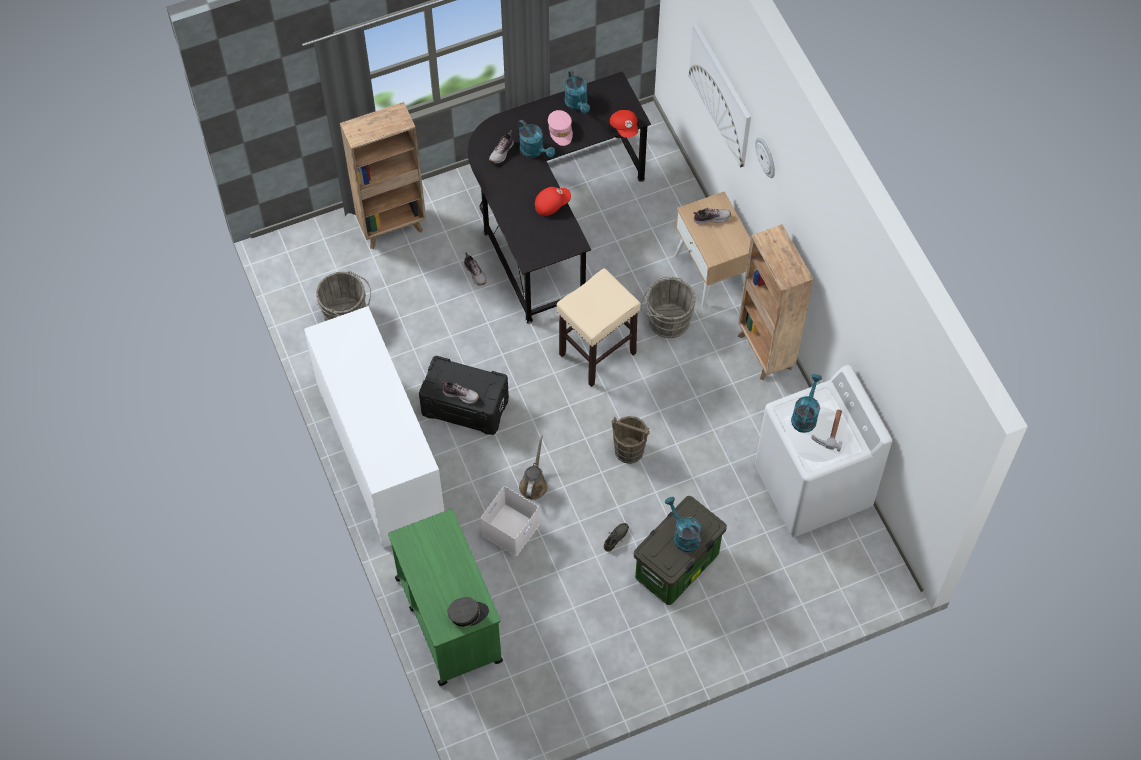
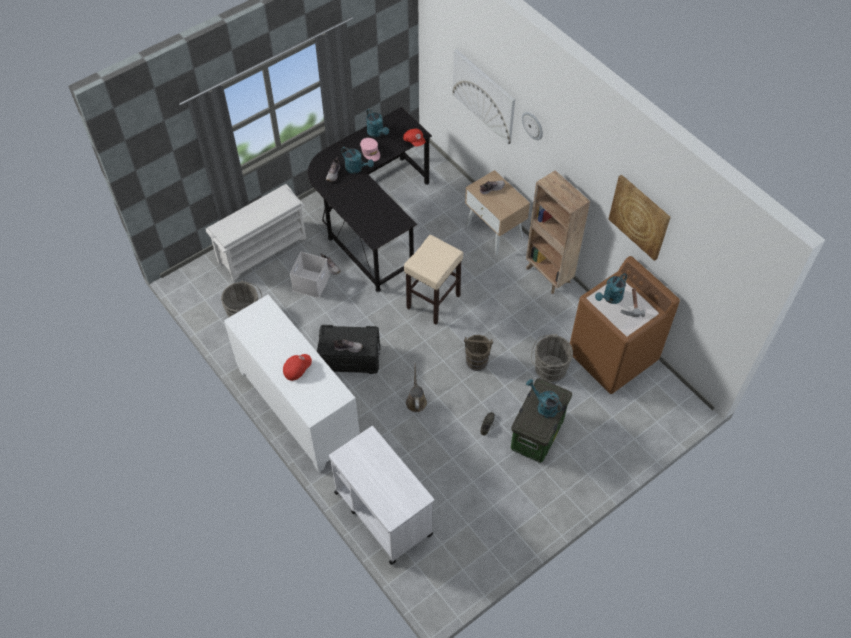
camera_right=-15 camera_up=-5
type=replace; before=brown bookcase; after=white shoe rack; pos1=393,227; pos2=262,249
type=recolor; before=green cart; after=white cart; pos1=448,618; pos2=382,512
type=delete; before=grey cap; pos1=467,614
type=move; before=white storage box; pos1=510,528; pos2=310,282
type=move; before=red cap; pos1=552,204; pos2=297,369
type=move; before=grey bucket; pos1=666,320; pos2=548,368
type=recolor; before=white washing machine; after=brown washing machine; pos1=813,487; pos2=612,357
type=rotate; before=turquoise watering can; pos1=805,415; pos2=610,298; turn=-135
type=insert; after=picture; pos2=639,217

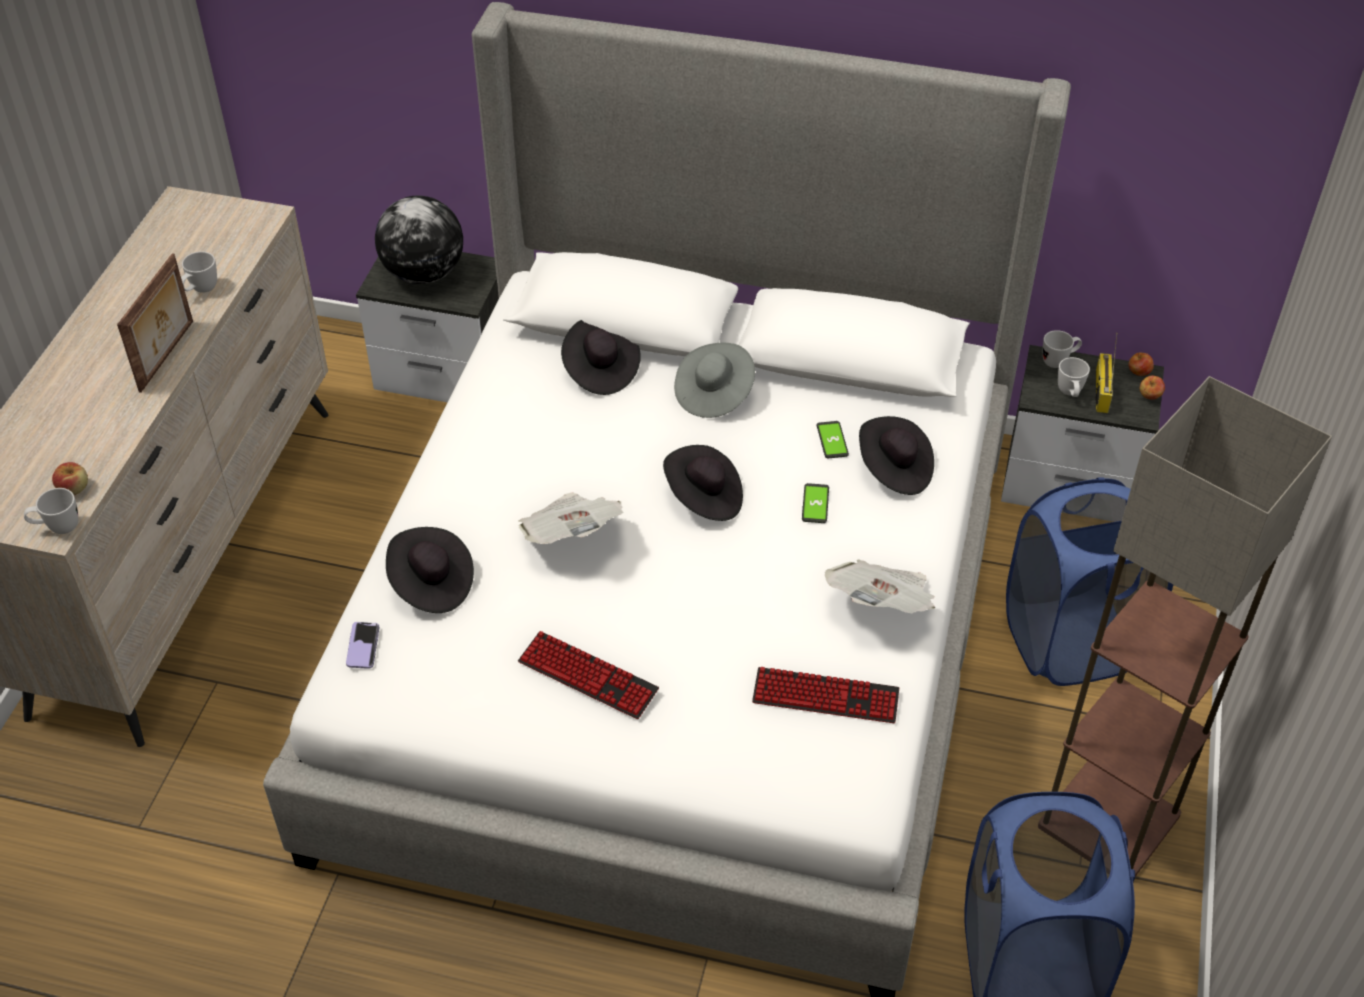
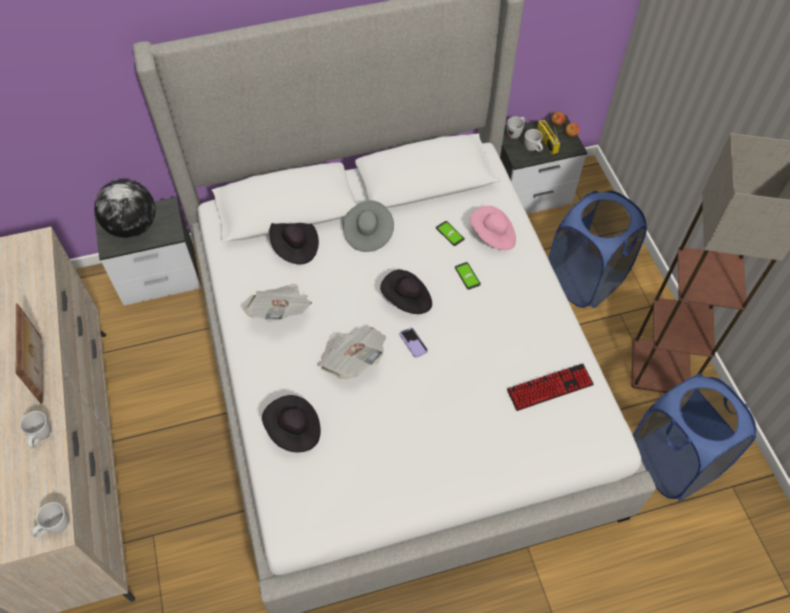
camera_right=-30 camera_up=10
type=delete; before=apple; pos1=74,488
type=move; before=white mug; pos1=200,290; pos2=41,437
type=move; before=phone; pos1=363,646; pos2=413,343
type=delete; before=keyboard; pos1=588,676
type=move; before=newspaper; pos1=882,605; pos2=281,311
type=recolor; before=black hat; after=pink hat; pos1=894,470; pos2=493,236

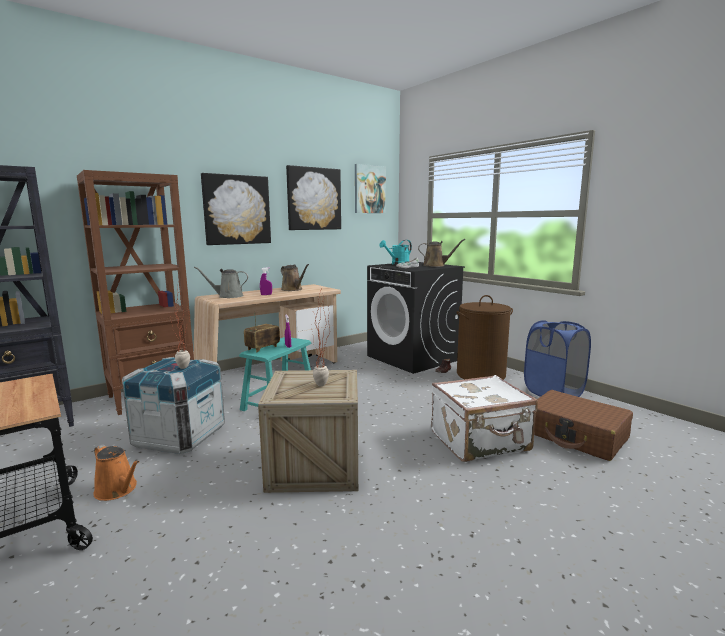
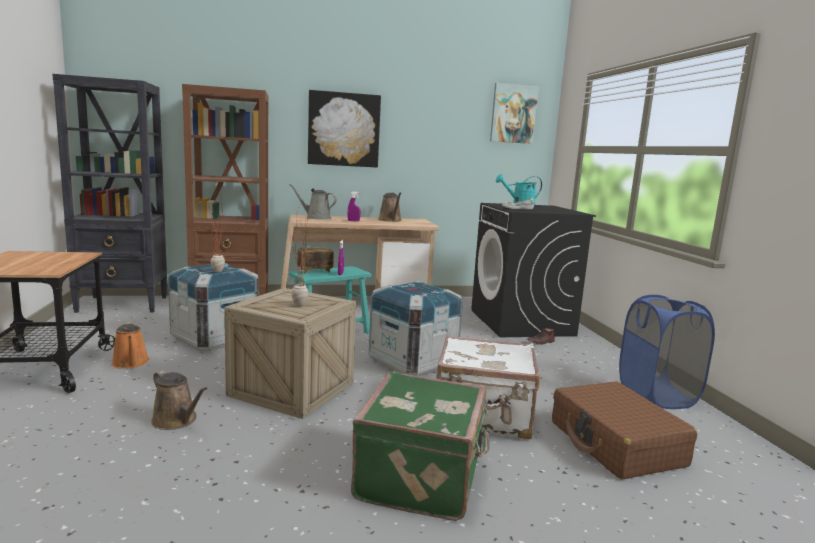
camera_right=25 camera_up=0
type=delete; before=picture; pos1=314,199
type=move; before=brown watering can; pos1=436,265; pos2=177,421
type=delete; before=brown laundry basket; pos1=481,375
type=insert; after=green suitcase; pos2=422,477
type=insert; after=crate; pos2=412,362

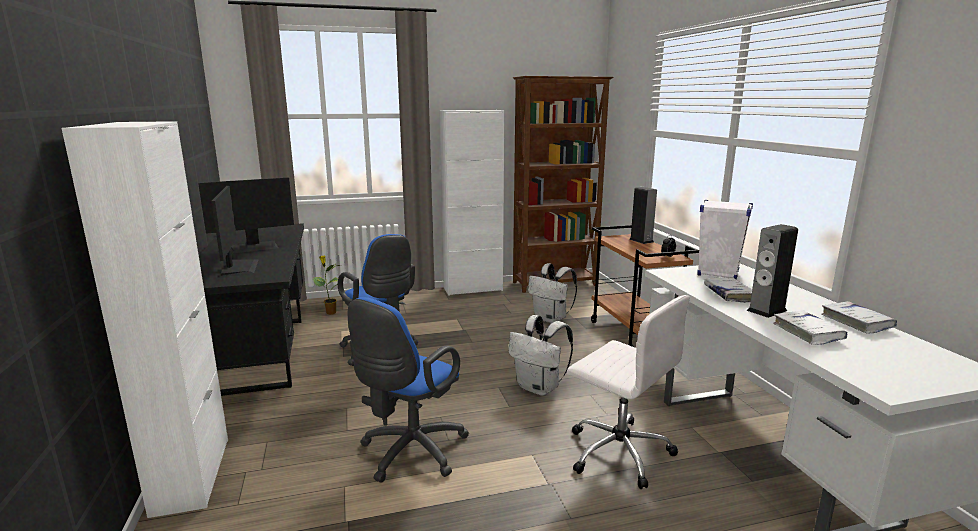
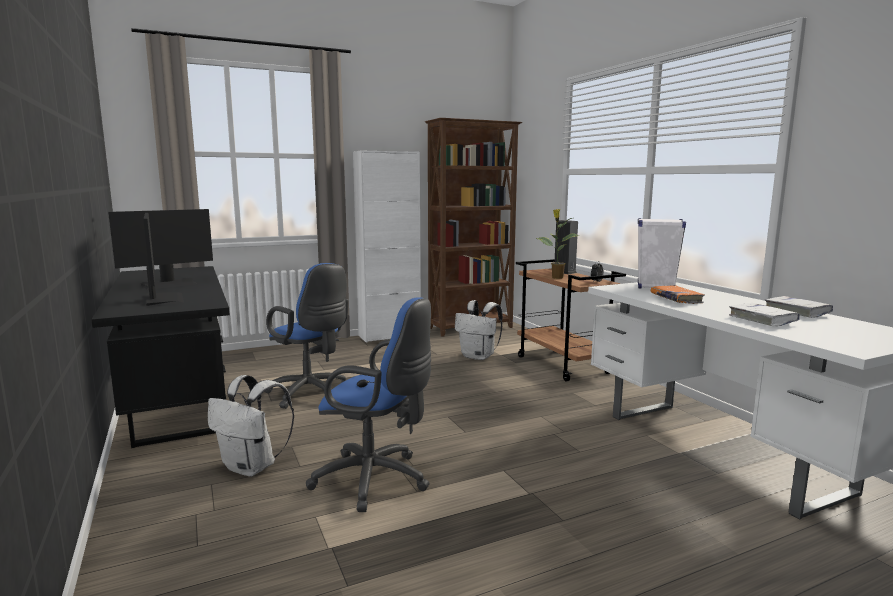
camera_right=-10 camera_up=-5
type=delete; before=white cabinet; pos1=192,475
type=move; before=potted plant; pos1=330,312; pos2=556,277
type=rotate; before=blue office chair; pos1=410,453; pos2=376,480; turn=-90
type=move; before=white backpack; pos1=539,388; pos2=252,467
type=delete; before=white office chair; pos1=618,451
type=recolor; before=white book; after=orange book; pos1=728,294; pos2=676,299
type=delete; before=speaker; pos1=766,310

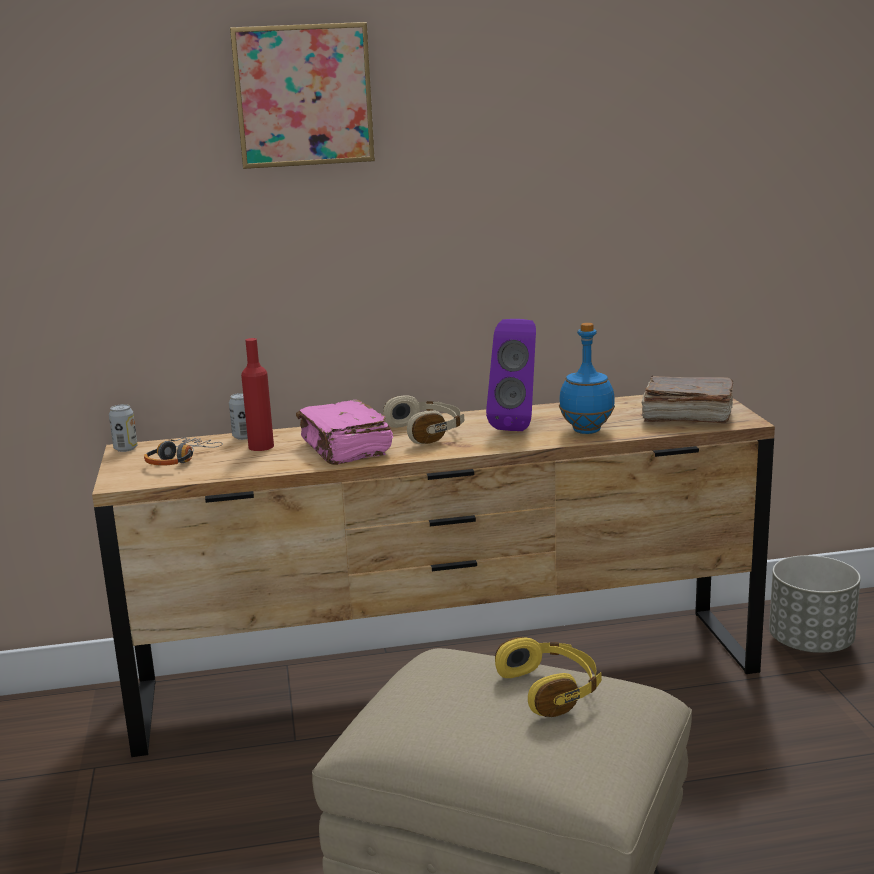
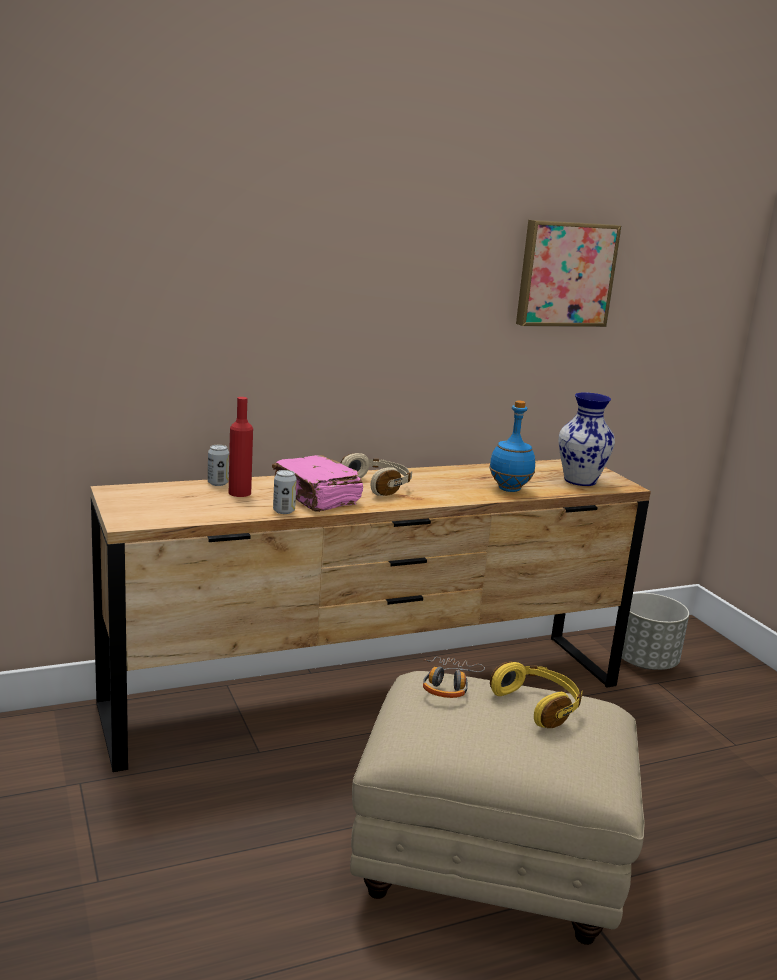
camera_right=-15 camera_up=0
type=move; before=can; pos1=125,448; pos2=284,511
type=move; before=headphones; pos1=179,459; pos2=448,684
type=move; before=picture; pos1=303,95; pos2=565,274
type=delete; before=purple speaker; pos1=518,425
type=replace; before=brown book; after=vase; pos1=686,416; pos2=579,480

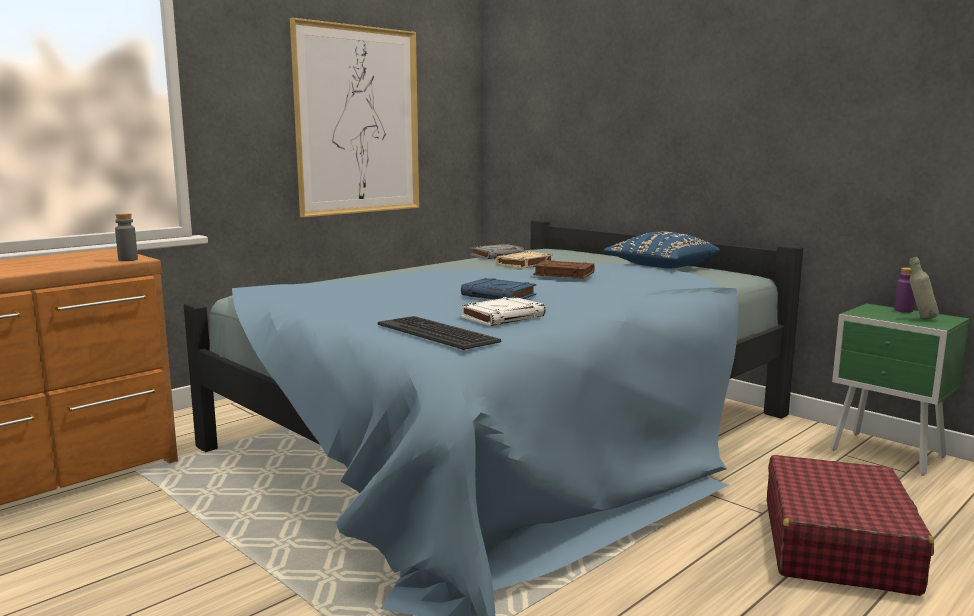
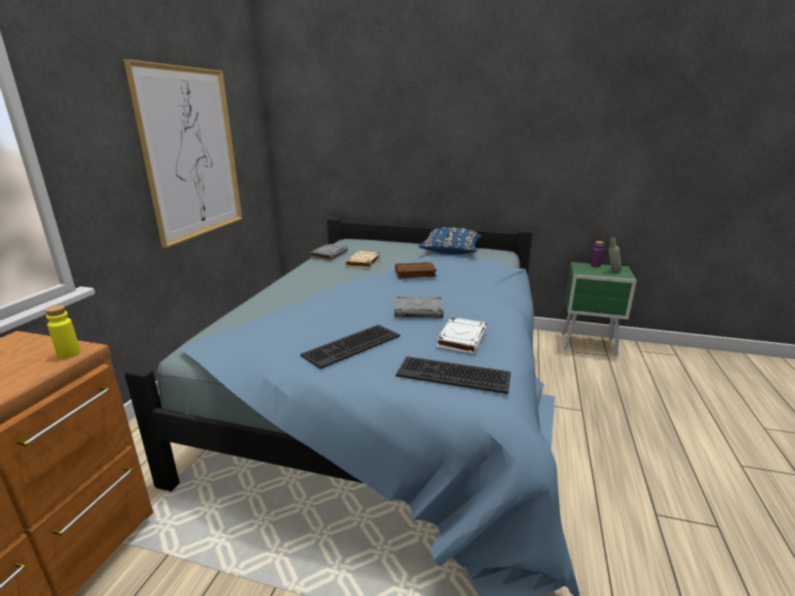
camera_right=-30 camera_up=10
type=recolor; before=grey bottle; after=yellow bottle; pos1=128,260; pos2=69,353
type=recolor; before=blue book; after=grey book; pos1=499,295; pos2=419,311
type=delete; before=red suitcase; pos1=837,545
type=insert; after=keyboard; pos2=351,346

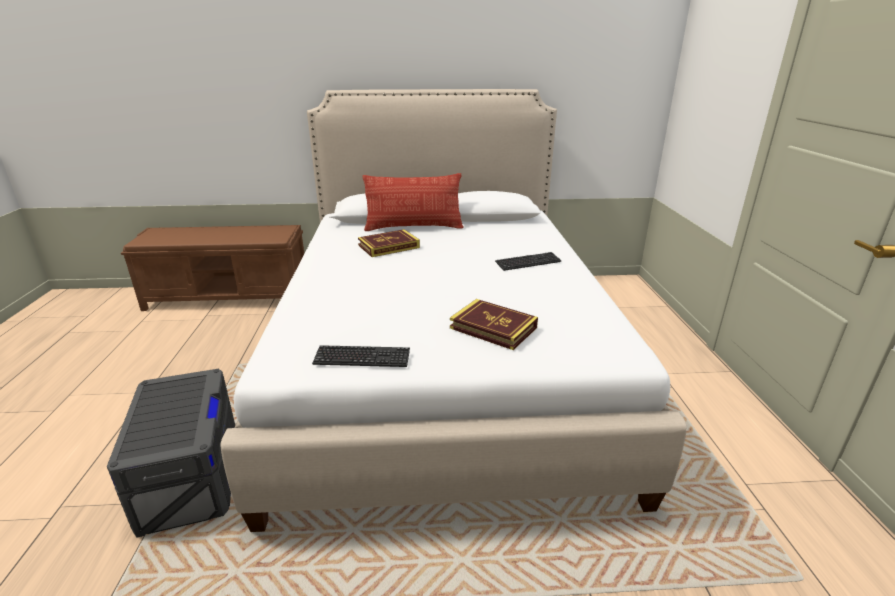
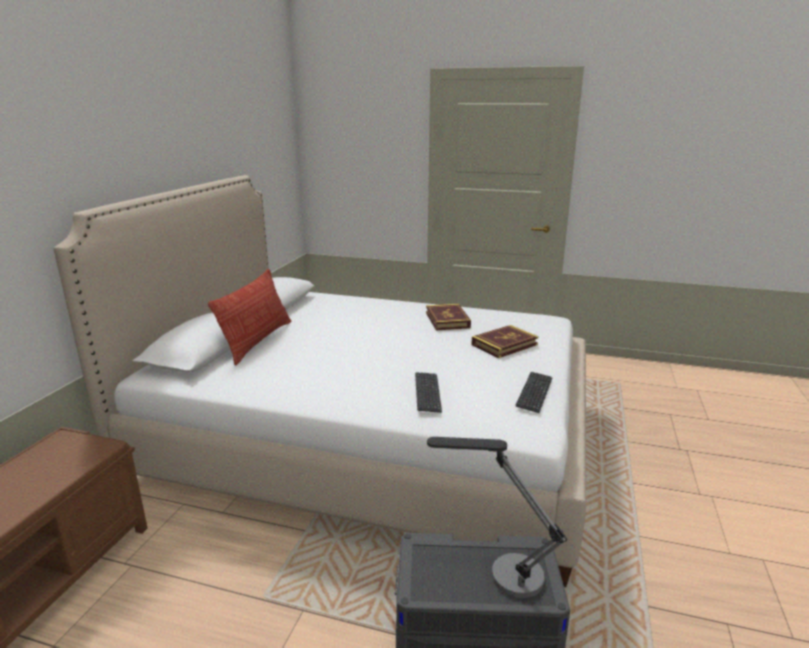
camera_right=-70 camera_up=-5
type=move; before=book; pos1=389,246; pos2=447,320
type=move; before=keyboard; pos1=528,262; pos2=427,393
type=insert; after=table lamp; pos2=501,573

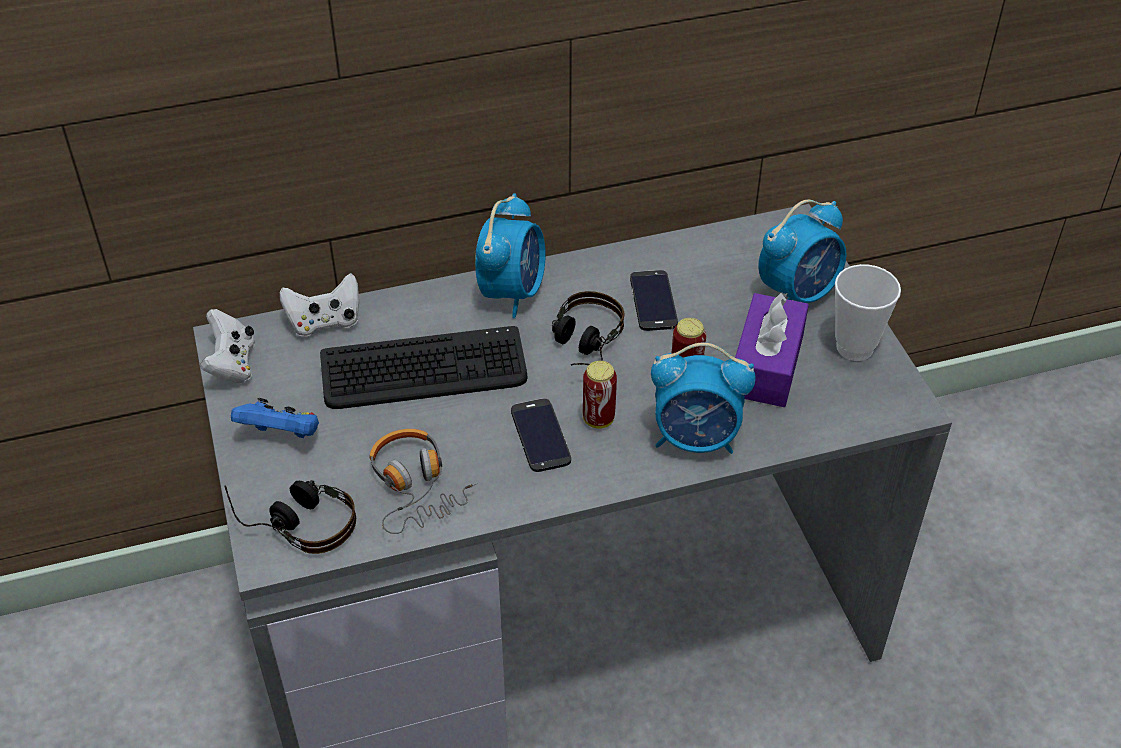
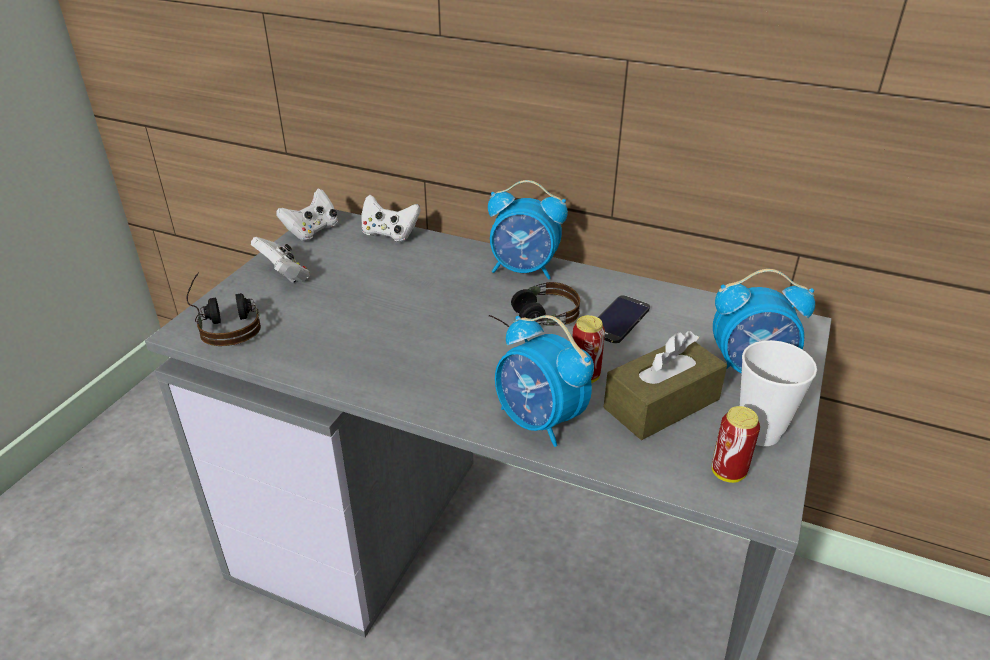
camera_right=40 camera_up=-10
type=recolor; before=blue game controller; after=white game controller; pos1=282,435; pos2=285,276
type=delete; before=keyboard; pos1=424,371
type=delete; before=headphones; pos1=415,487
type=rotate; before=alarm clock; pos1=512,292; pos2=524,270; turn=45
type=delete; before=phone; pos1=540,435
type=move; before=can; pos1=598,419; pos2=728,472
type=recolor; before=purple tissue box; after=brown tissue box; pos1=766,365; pos2=661,403

